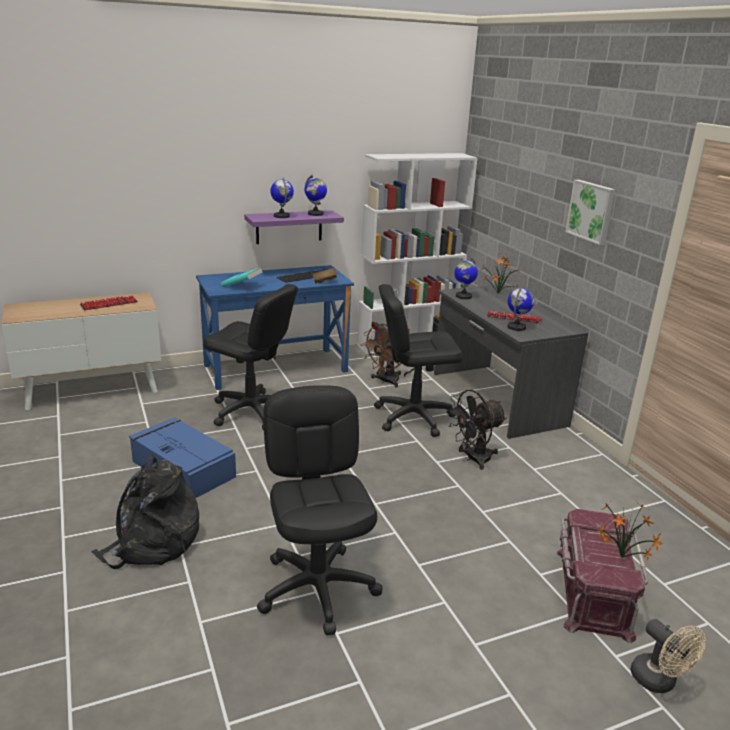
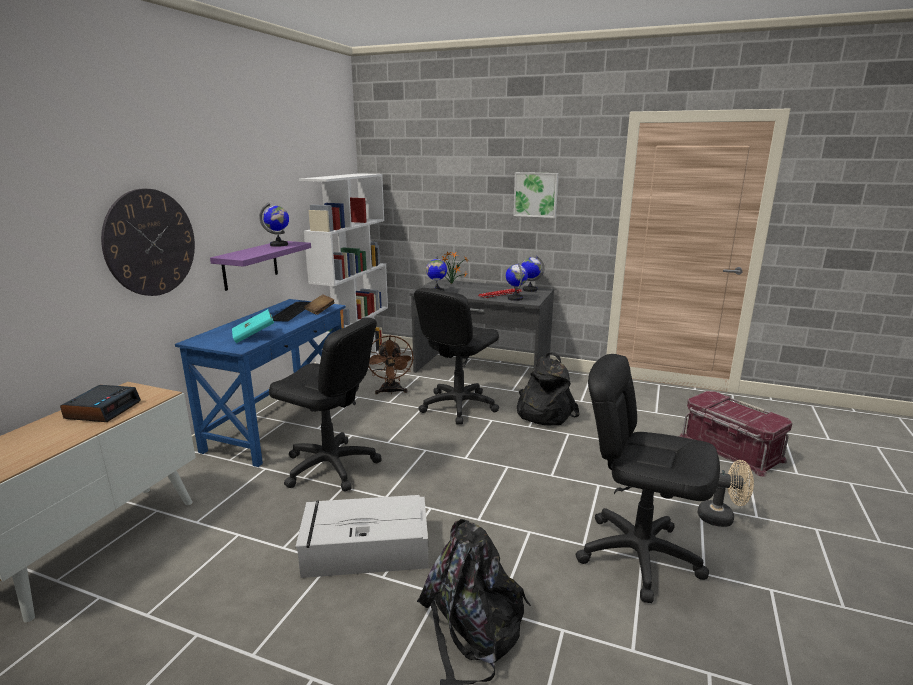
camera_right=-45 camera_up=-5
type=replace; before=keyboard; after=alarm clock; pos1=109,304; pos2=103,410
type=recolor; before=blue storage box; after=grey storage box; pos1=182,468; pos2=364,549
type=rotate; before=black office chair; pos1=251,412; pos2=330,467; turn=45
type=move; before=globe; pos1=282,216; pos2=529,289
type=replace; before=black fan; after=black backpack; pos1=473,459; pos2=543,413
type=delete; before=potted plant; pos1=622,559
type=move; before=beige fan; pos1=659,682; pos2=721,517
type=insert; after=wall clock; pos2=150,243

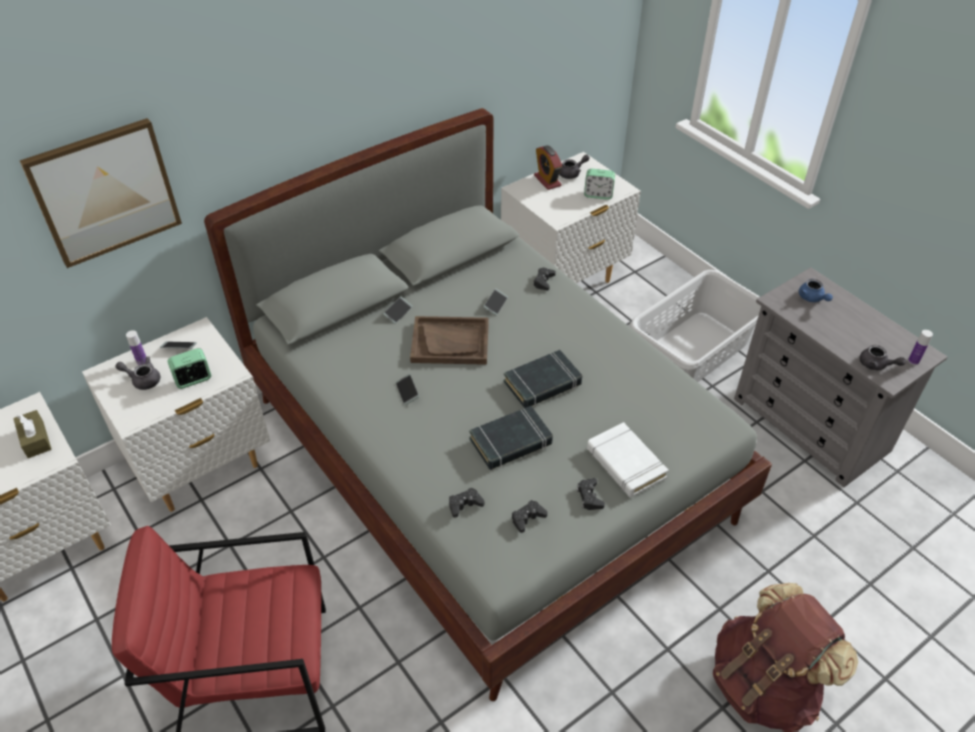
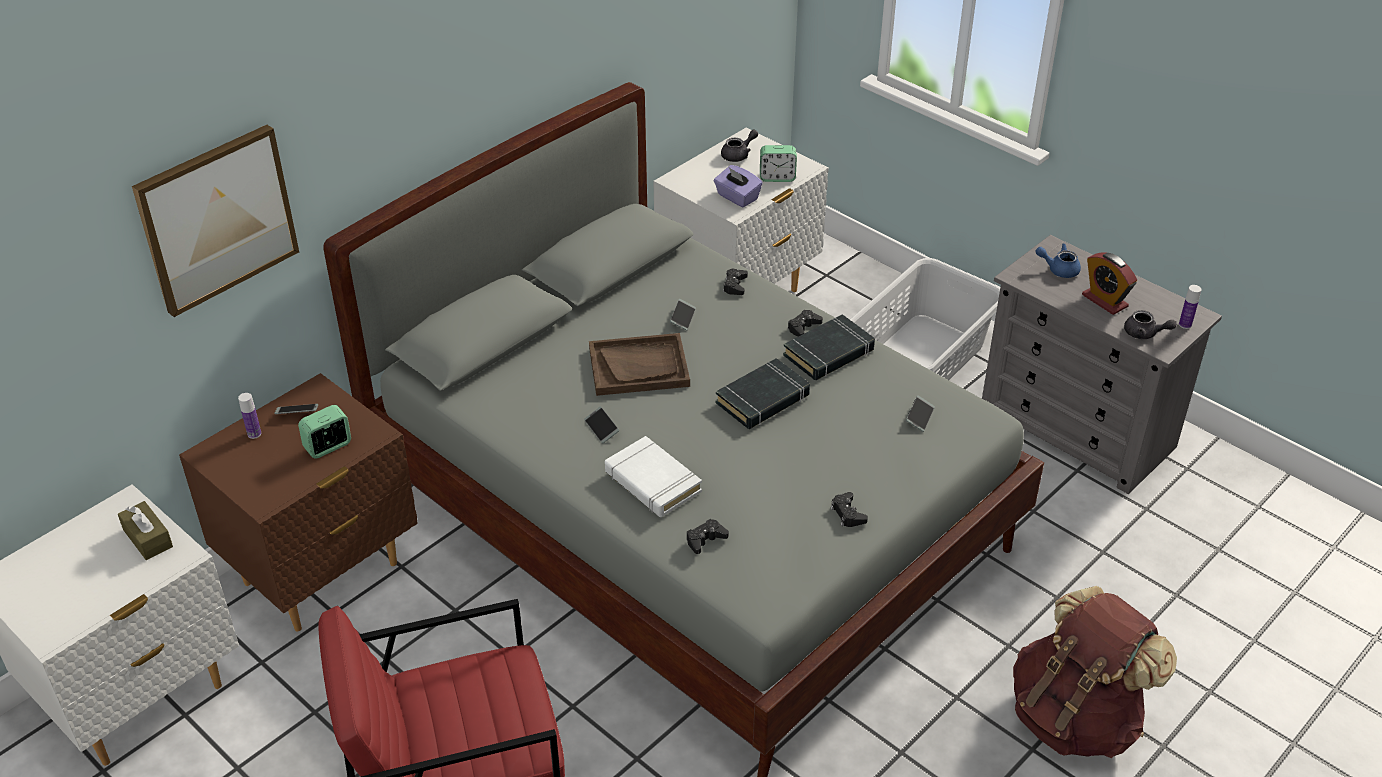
camera_right=-10 camera_up=-5
type=recolor; before=white nightstand; after=brown nightstand; pos1=201,467; pos2=322,574
type=delete; before=grey teapot; pos1=143,380
type=move; before=phone; pos1=398,312; pos2=919,417
type=move; before=black book; pos1=511,442; pos2=829,353
type=move; before=black game controller; pos1=527,518; pos2=803,327
type=move; before=alarm clock; pos1=547,180; pos2=1104,301
type=move; before=white book; pos1=625,463; pos2=652,482
type=rotate; before=blue teapot; pos1=812,298; pos2=1059,269; turn=135
type=insert; after=purple tissue box; pos2=737,197

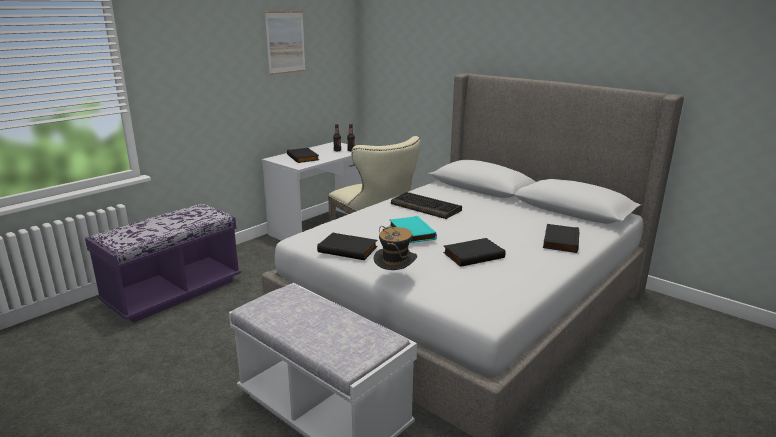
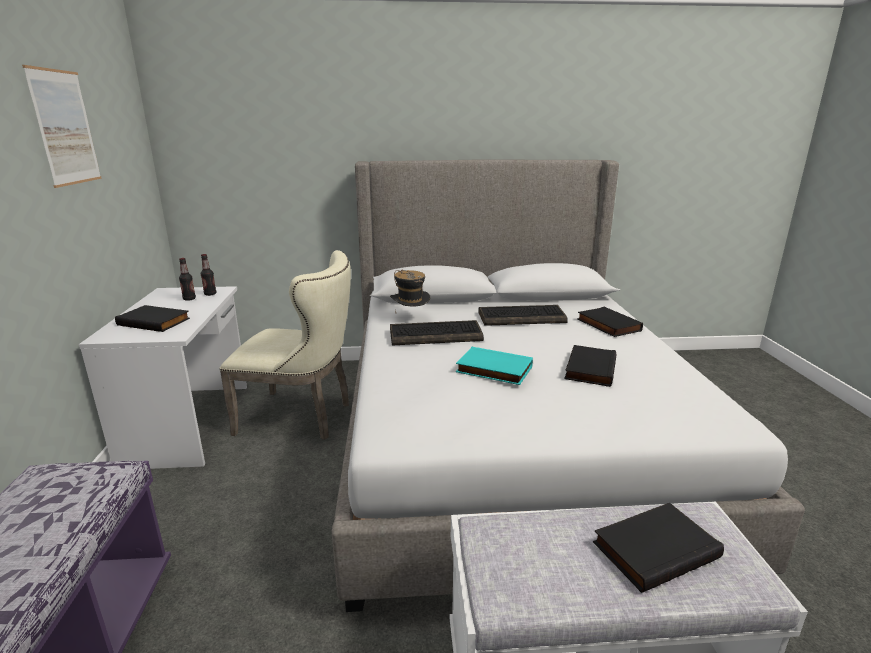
camera_right=-45 camera_up=0
type=move; before=black book; pos1=348,249; pos2=654,548
type=move; before=hat; pos1=395,280; pos2=410,319
type=insert; after=keyboard; pos2=522,317

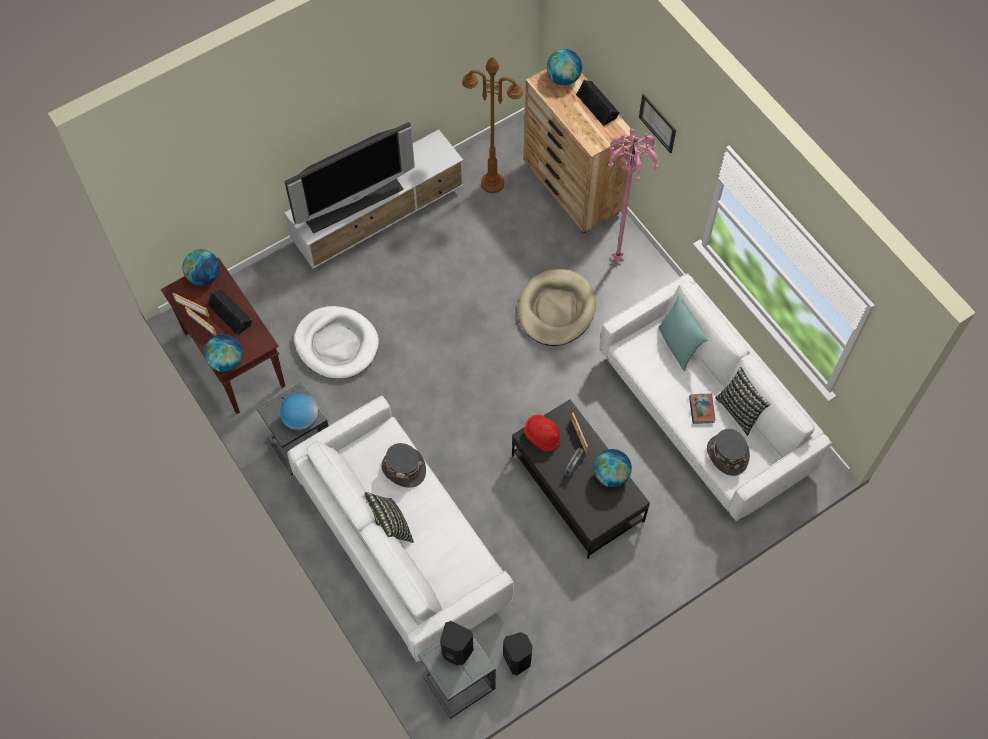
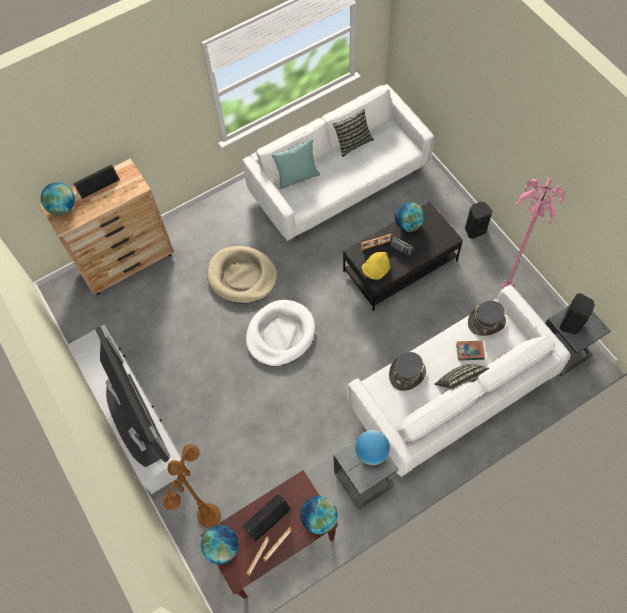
camera_right=-85 camera_up=0
type=move; before=white dog bed; pos1=336,344; pos2=280,334
type=move; before=brown floor lamp; pos1=492,183; pos2=209,515
type=move; before=black speaker; pos1=518,660; pos2=474,230
type=recolor; before=red hat; after=yellow hat; pos1=542,436; pos2=376,270
type=move; before=pink floor lamp; pos1=617,258; pos2=505,287
type=delete; before=picture; pos1=657,123
type=move; before=book; pos1=701,409; pos2=470,351
type=move; before=grey hat; pos1=727,455; pos2=486,322

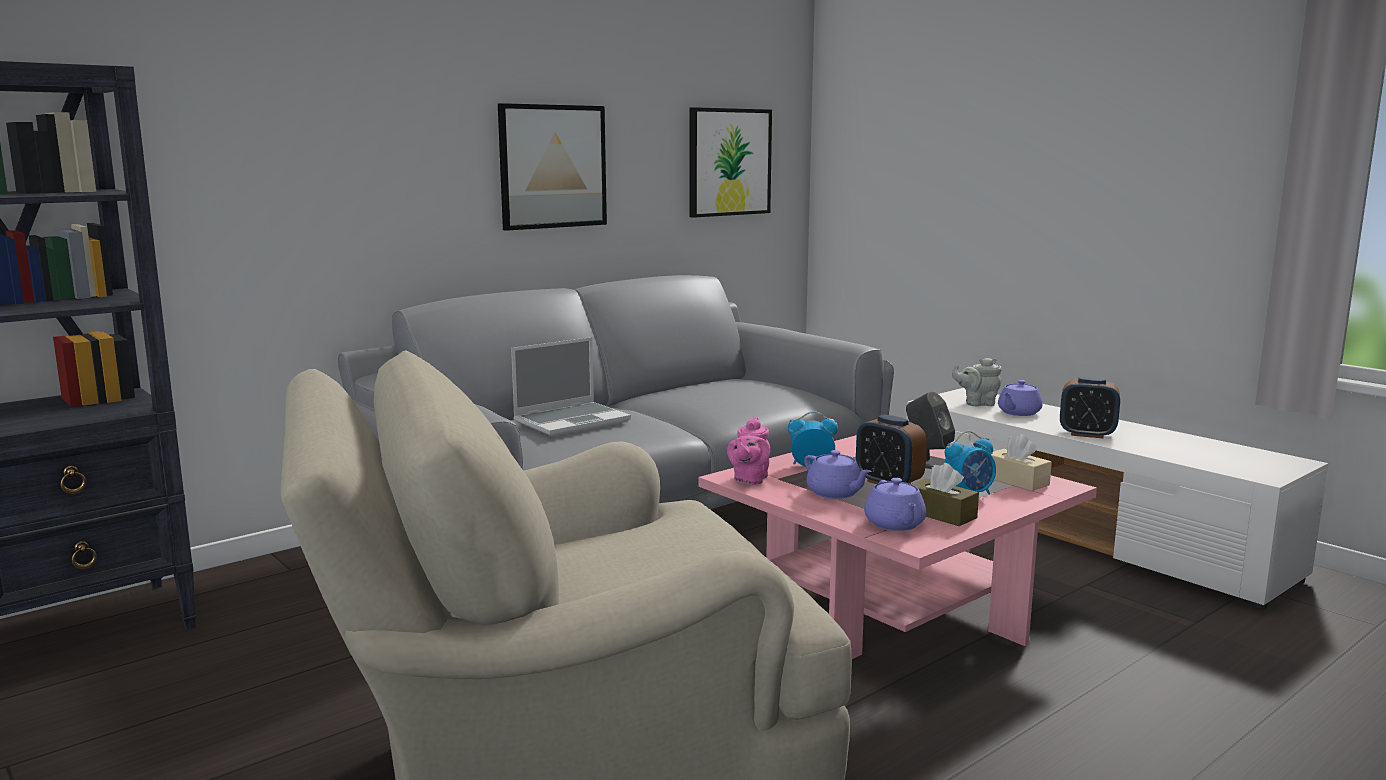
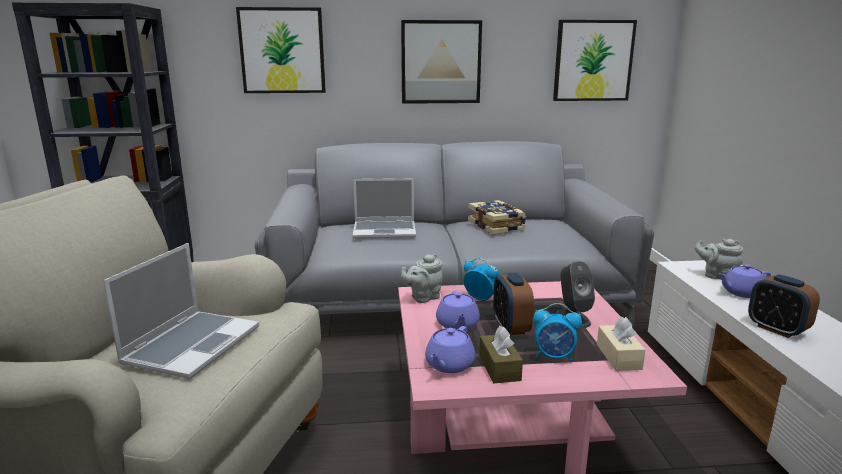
camera_right=35 camera_up=5
type=recolor; before=pink teapot; after=grey teapot; pos1=749,479; pos2=423,297
type=insert; after=laptop; pos2=192,345
type=insert; after=picture; pos2=282,51
type=insert; after=book; pos2=497,226

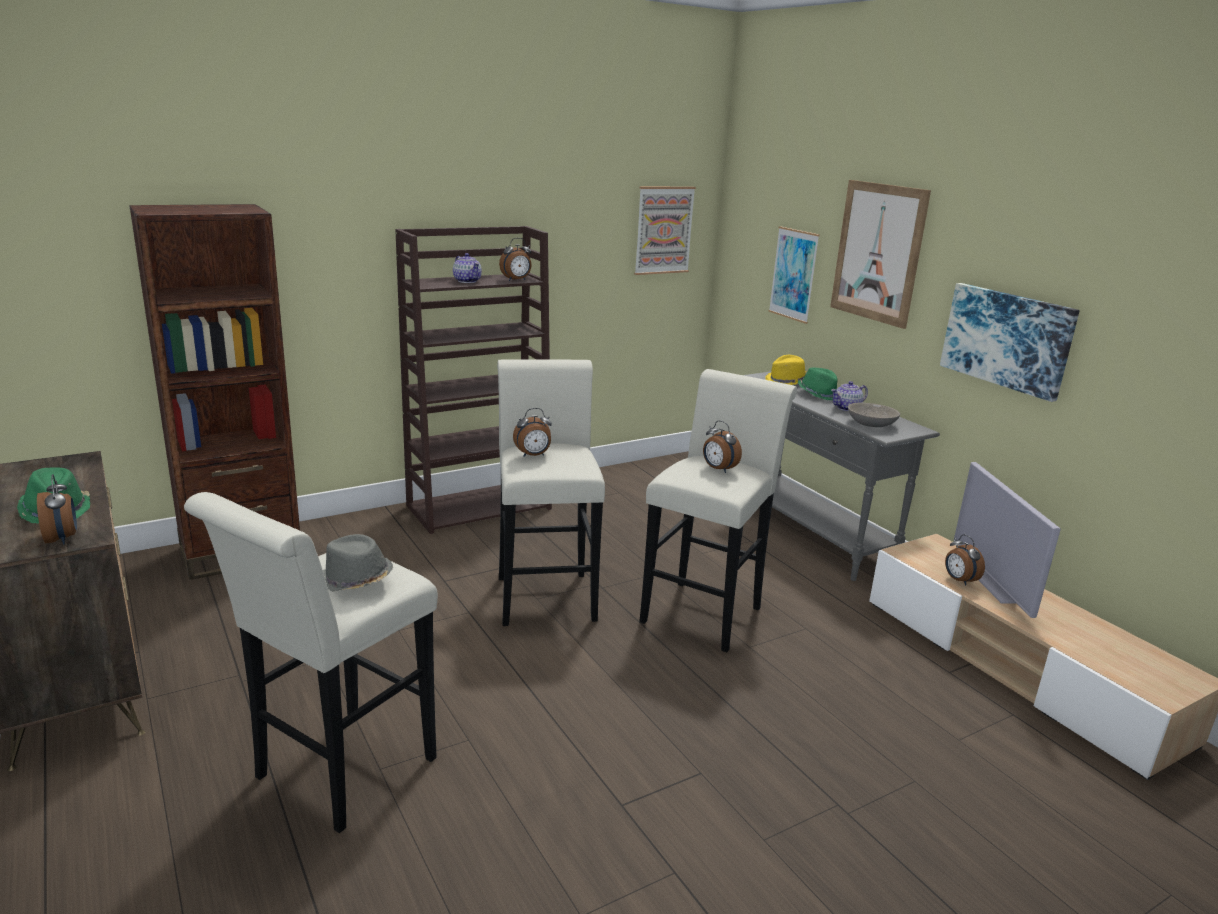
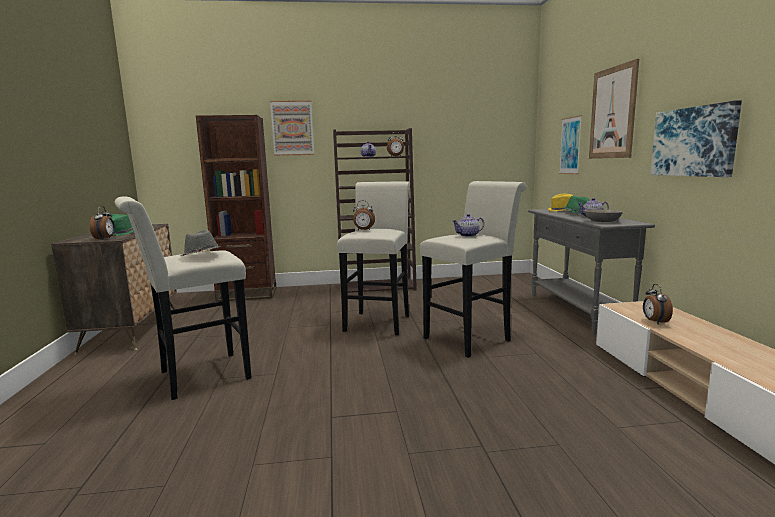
camera_right=25 camera_up=-10
type=move; before=picture; pos1=663,230; pos2=292,128
type=replace; before=alarm clock; after=teapot; pos1=718,469; pos2=468,235
type=delete; before=television; pos1=994,583

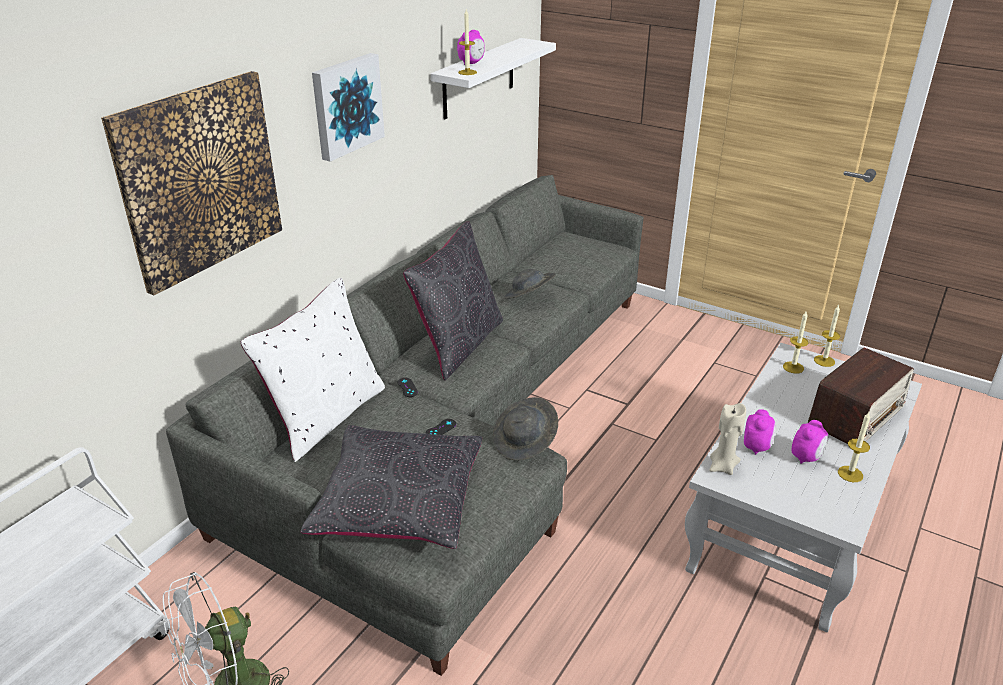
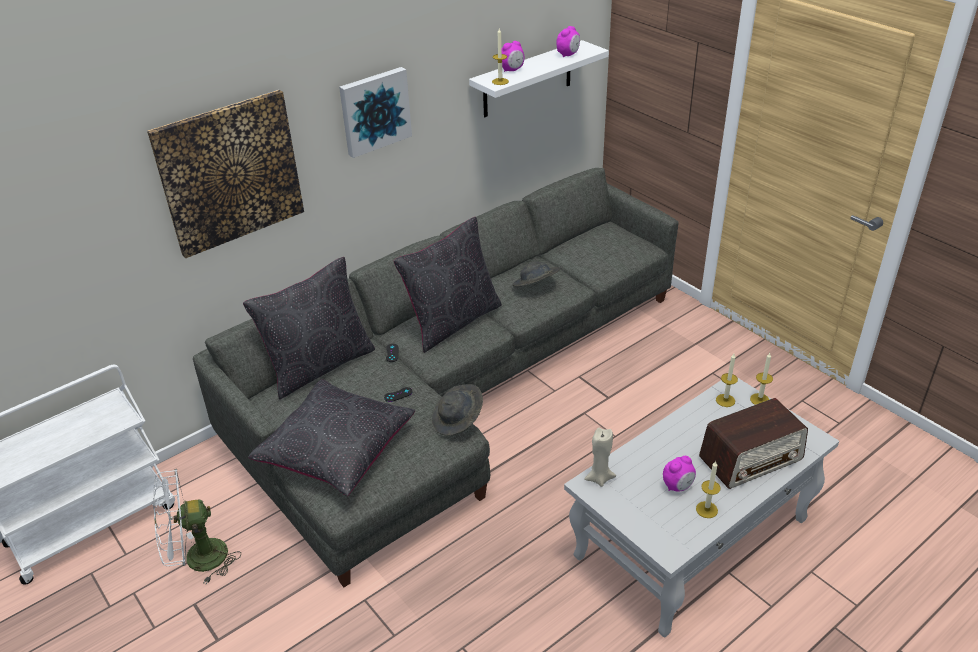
camera_right=20 camera_up=5
type=recolor; before=white pillow; after=black pillow; pos1=326,416; pos2=319,365
type=move; before=alarm clock; pos1=756,447; pos2=568,55

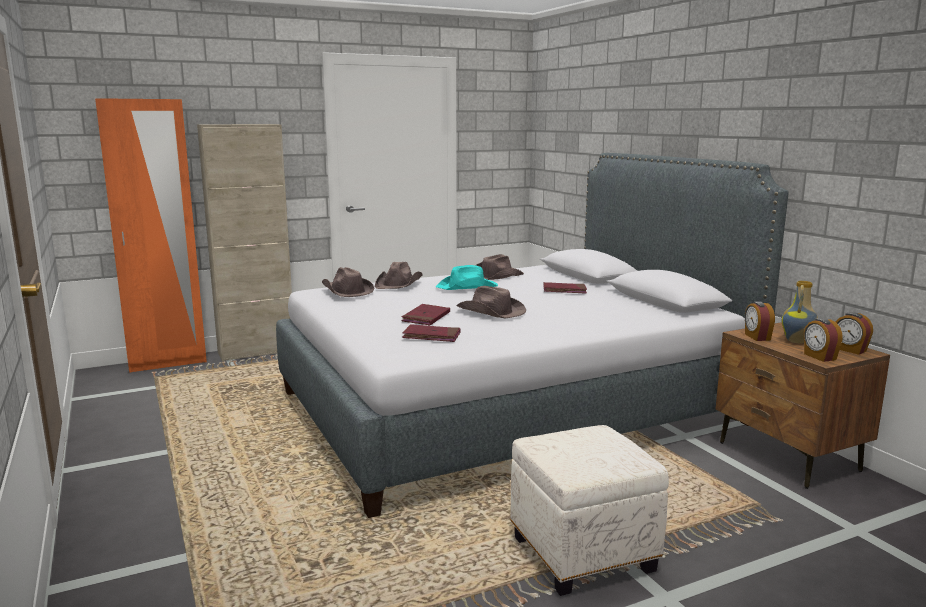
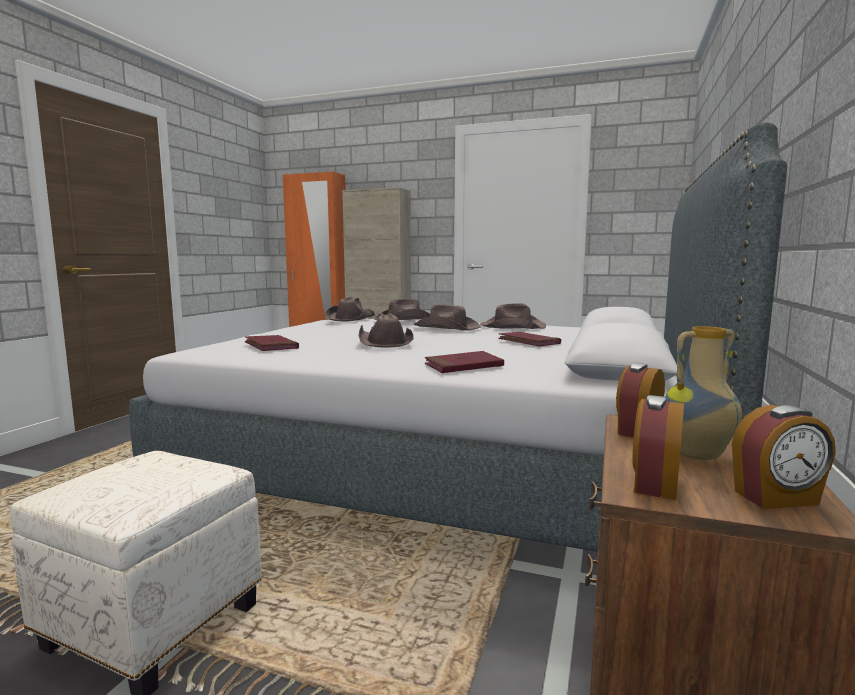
camera_right=45 camera_up=-5
type=move; before=red book; pos1=426,317; pos2=463,366
type=recolor; before=turquoise hat; after=brown hat; pos1=467,287; pos2=447,328
type=rotate; before=alarm clock; pos1=849,350; pos2=777,499; turn=-105

